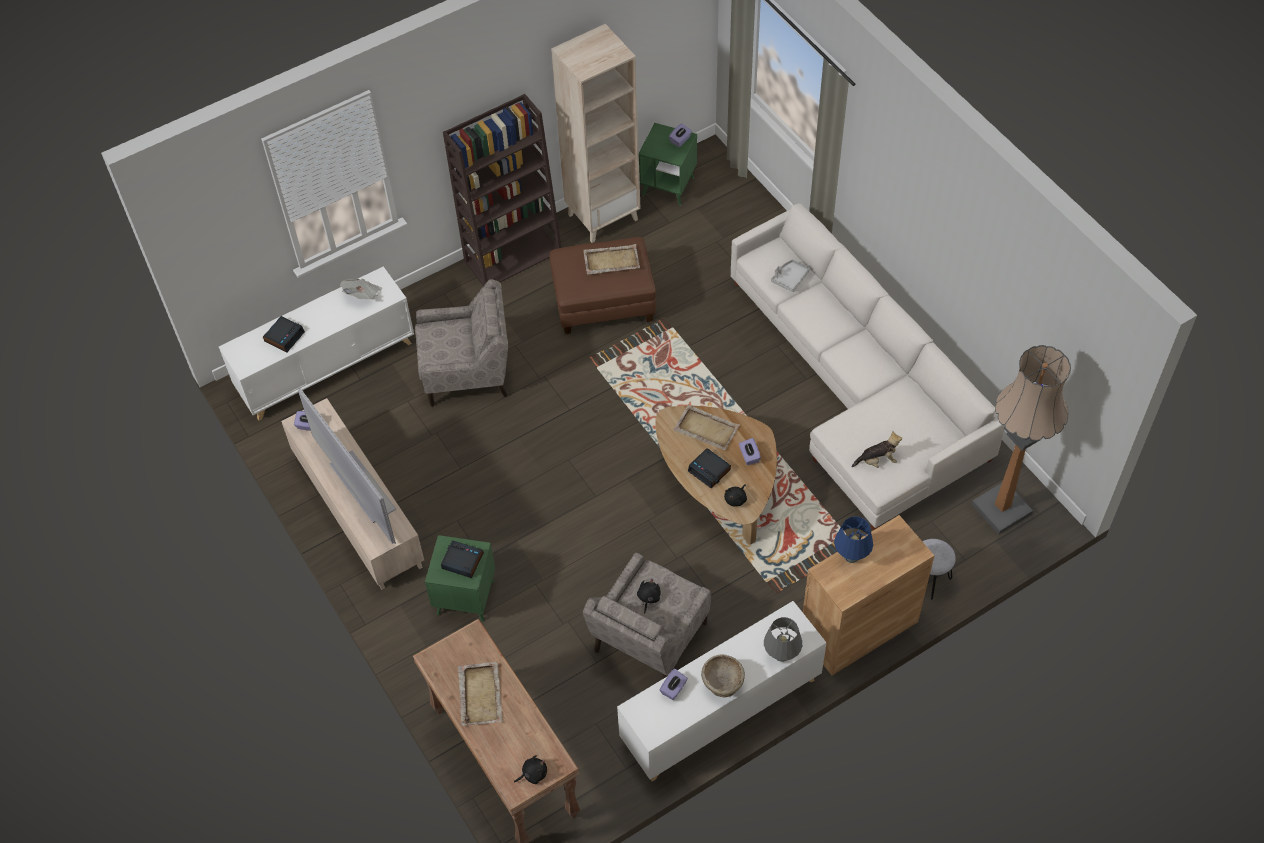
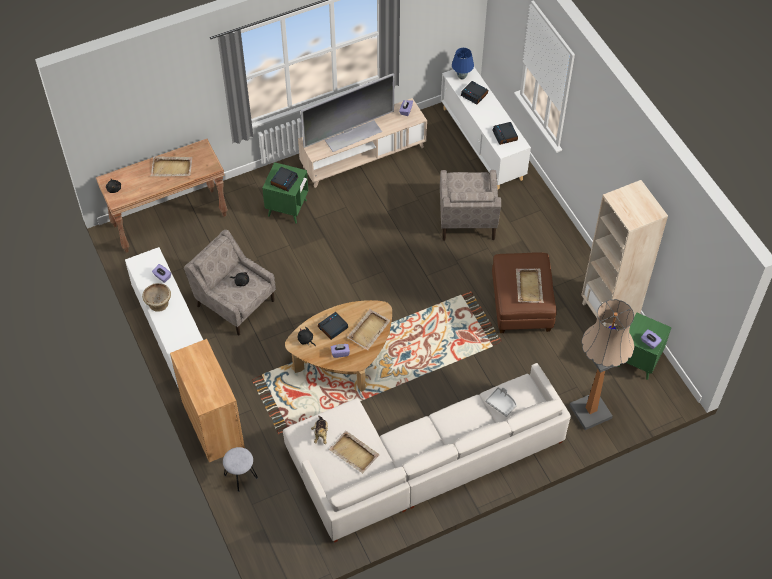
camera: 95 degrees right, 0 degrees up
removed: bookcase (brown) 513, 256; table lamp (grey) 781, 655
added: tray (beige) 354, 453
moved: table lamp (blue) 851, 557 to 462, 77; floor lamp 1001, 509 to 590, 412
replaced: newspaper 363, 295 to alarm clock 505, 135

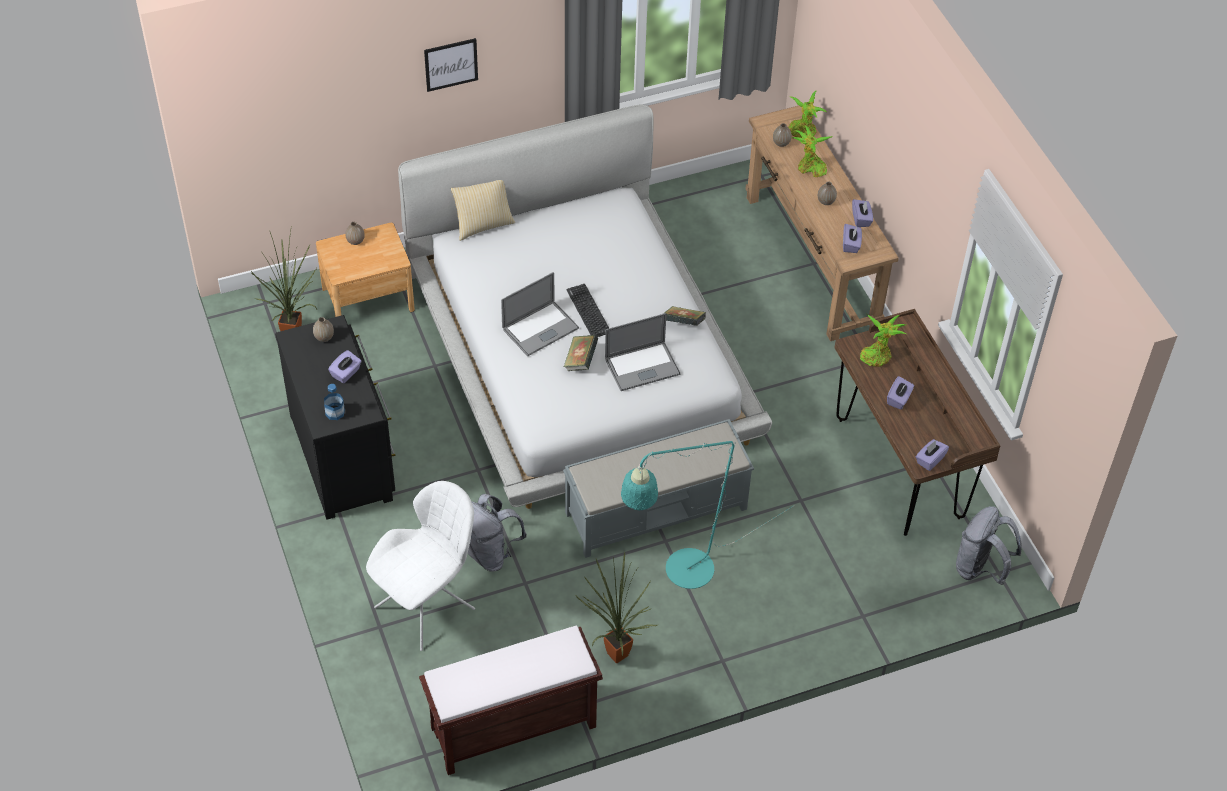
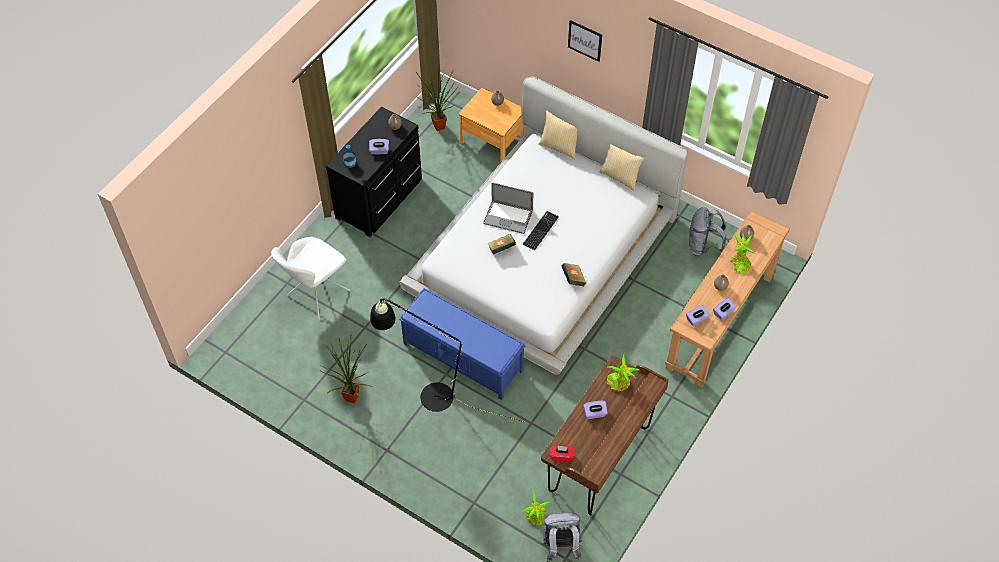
camera: 55 degrees right, 5 degrees up
removed: bench (brown) 512, 728; laptop 642, 366
added: pillow 621, 176
moved: backpack (grey) 490, 553 to 703, 246; potted plant 803, 132 to 536, 517
recoloured: bench (grey) 657, 510 to bench (blue) 463, 357; floor lamp (turquoise) 679, 575 to floor lamp (black) 428, 395; tissue box (purple) 930, 460 to tissue box (red) 561, 456
turned: chair (white) 428, 606 = 316, 295 120 degrees clockwise

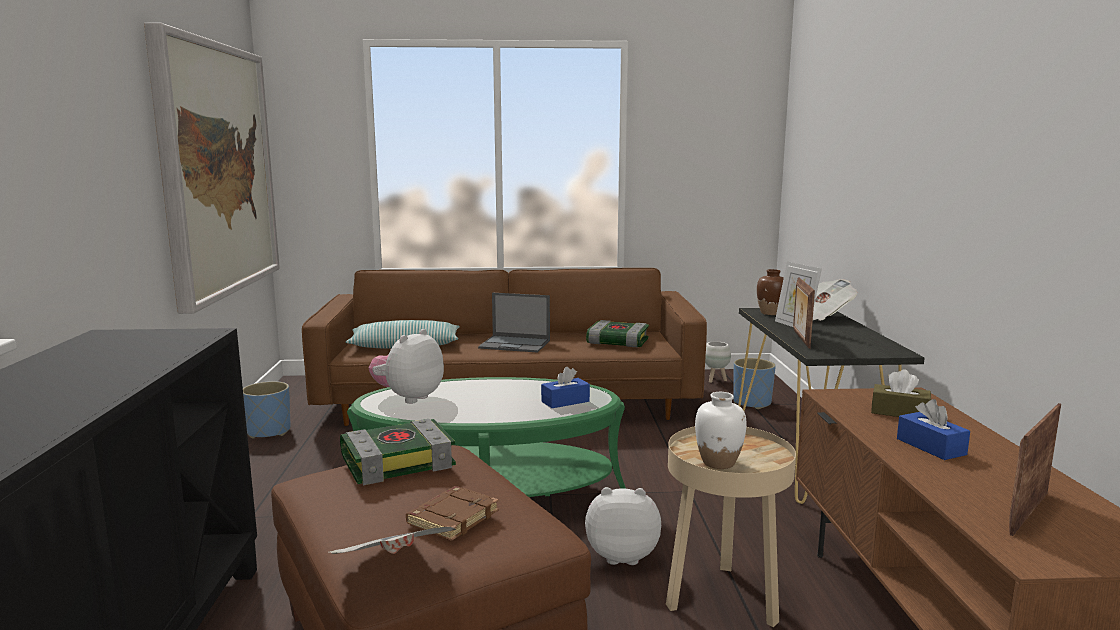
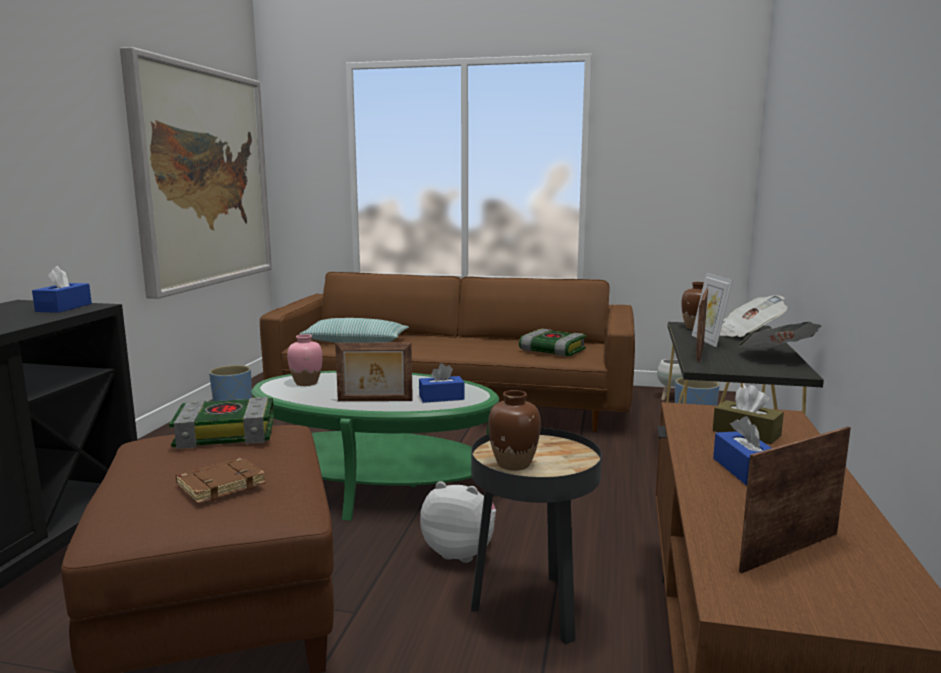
camera: 15 degrees right, 0 degrees up
removed: laptop 515, 344
added: tissue box (blue) 64, 307; picture frame 375, 401
moved: newspaper 394, 572 to 775, 356
replaced: plush toy 408, 398 to vase (pink) 306, 383
recoloured: side table (beige) 723, 598 to side table (black) 533, 607; vase (white) 718, 462 to vase (brown) 514, 464

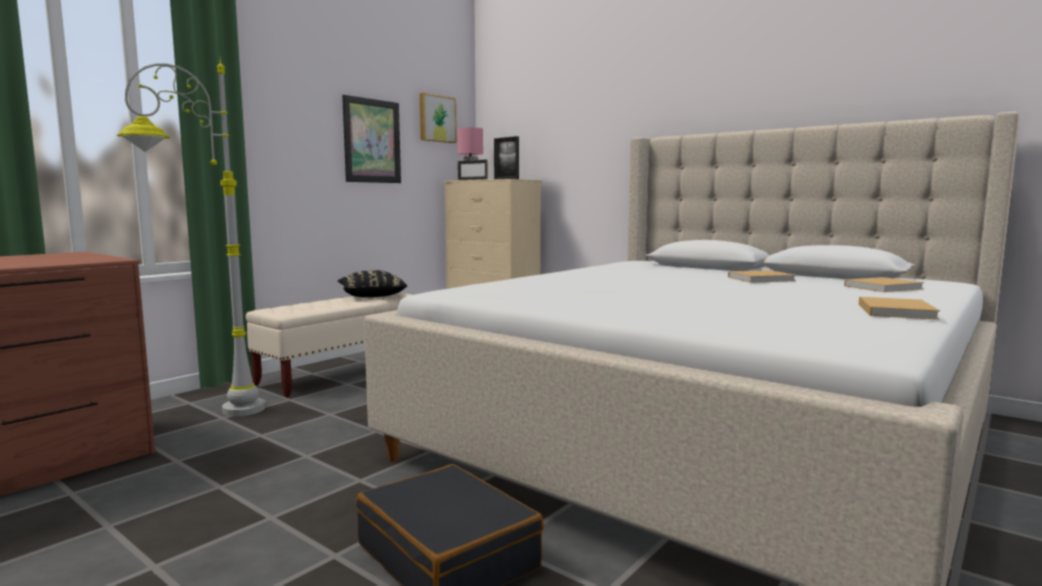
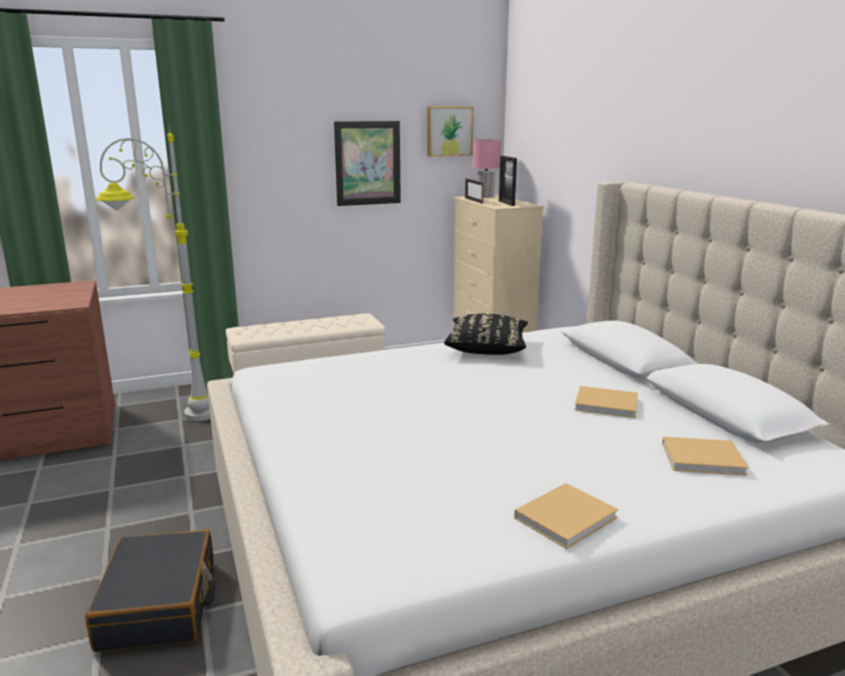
camera: 30 degrees right, 10 degrees up
moved: pillow (black) 372, 296 to 487, 348

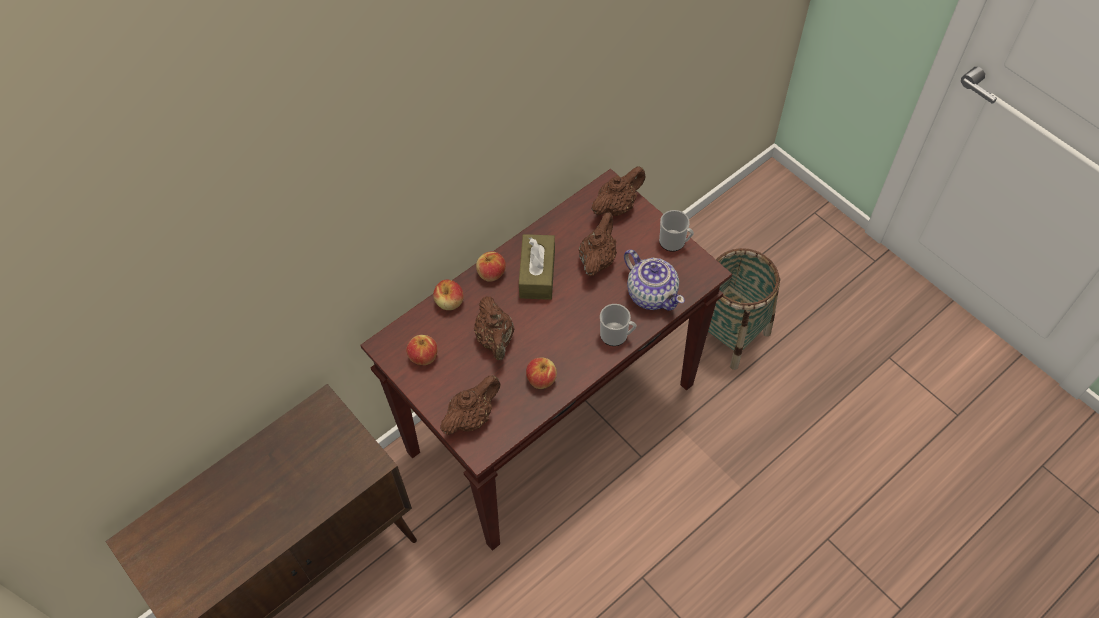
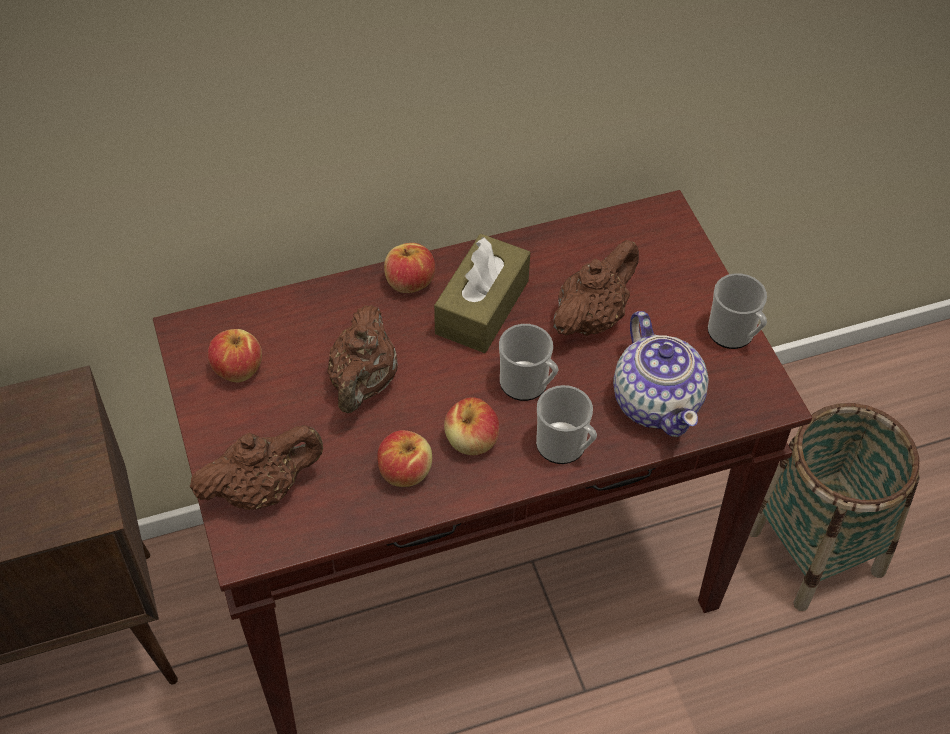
camera: 20 degrees right, 5 degrees down
removed: teapot (brown) 617, 206
added: mug 528, 385
moved: apple 449, 302 to 471, 440

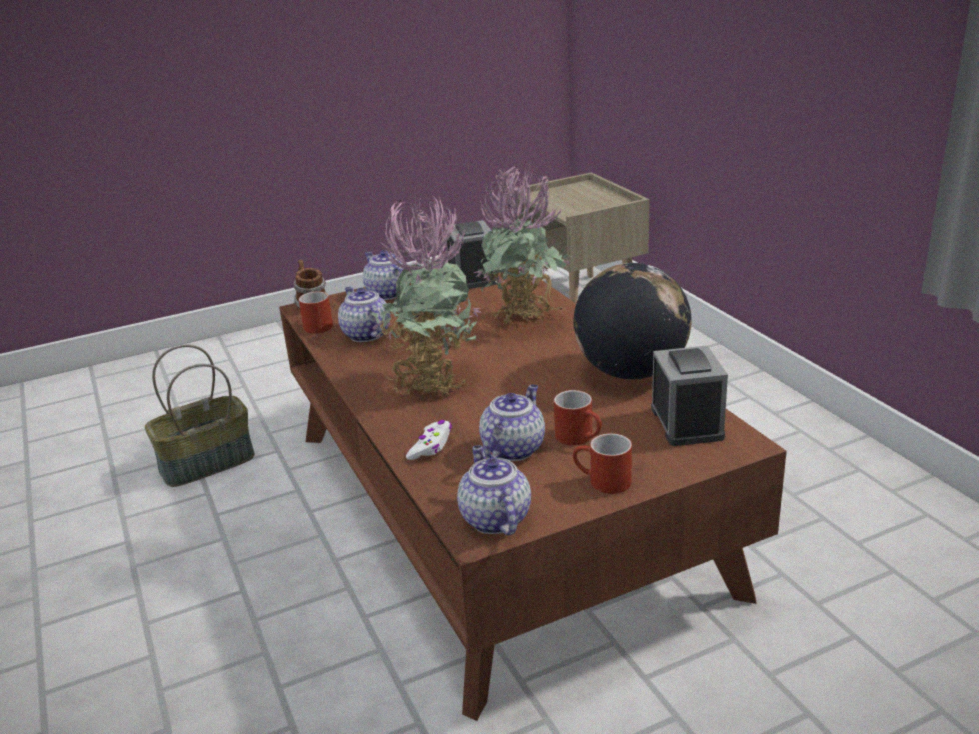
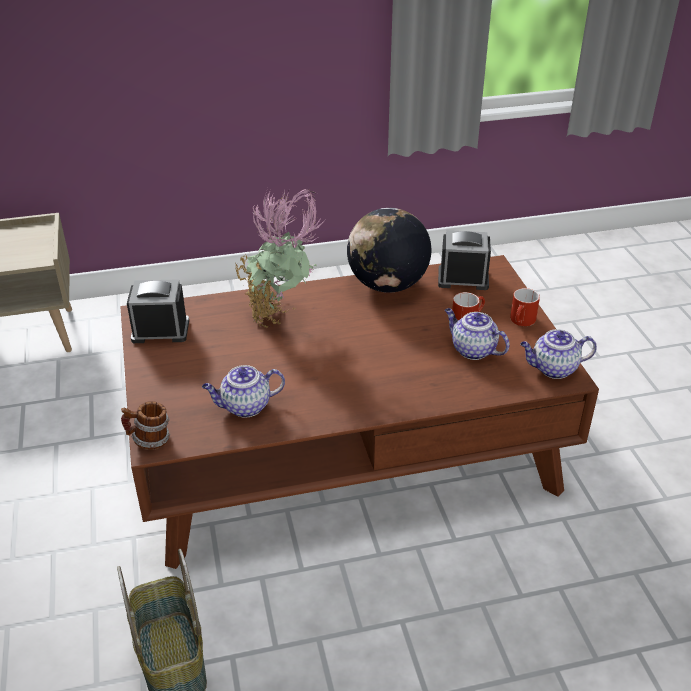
camera: 80 degrees left, 10 degrees up
removed: mug (red) 319, 324; teapot 387, 293; potted plant 432, 382; game controller (white) 431, 446

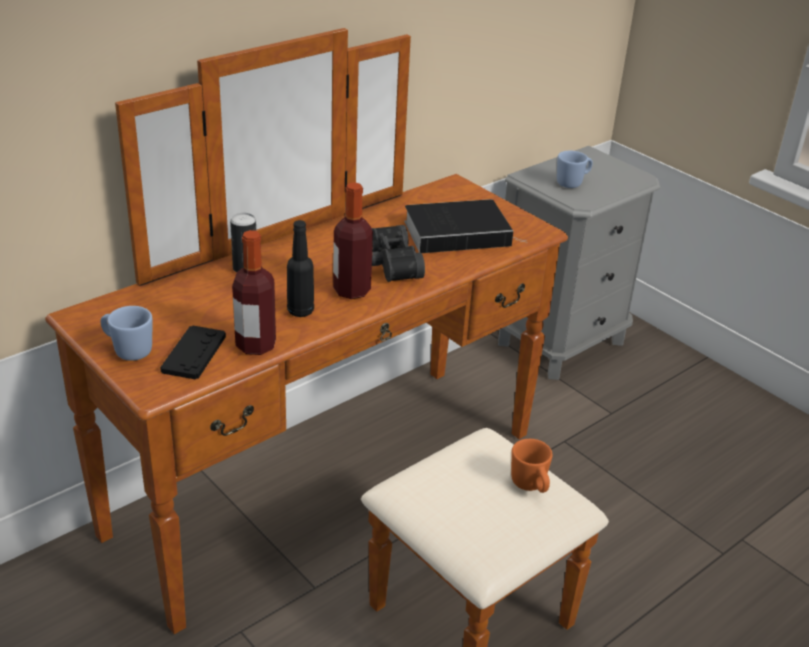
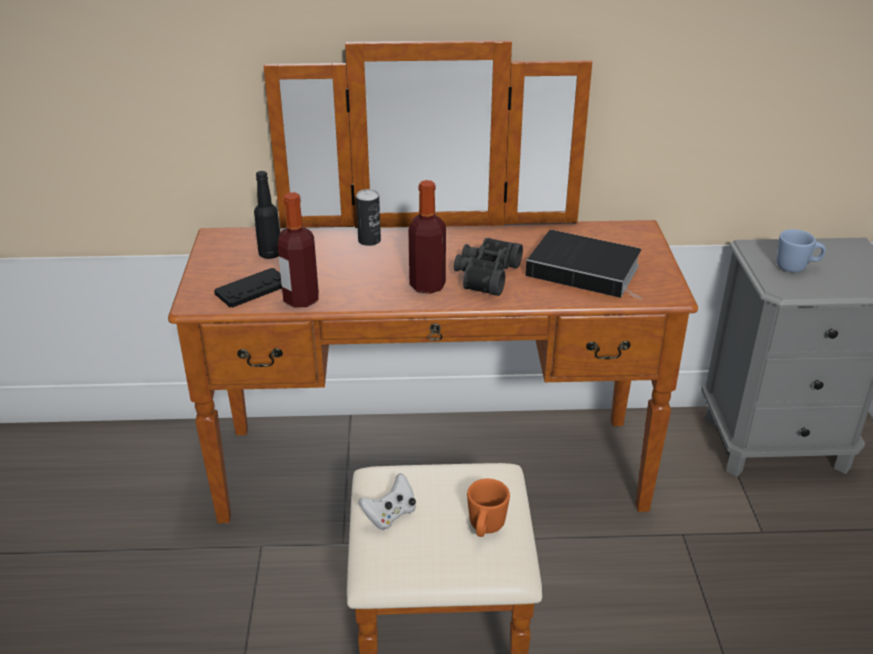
camera: 40 degrees right, 0 degrees up
removed: mug (blue) 127, 350
added: game controller (white) 390, 515
moved: bottle (black) 300, 311 to 270, 254

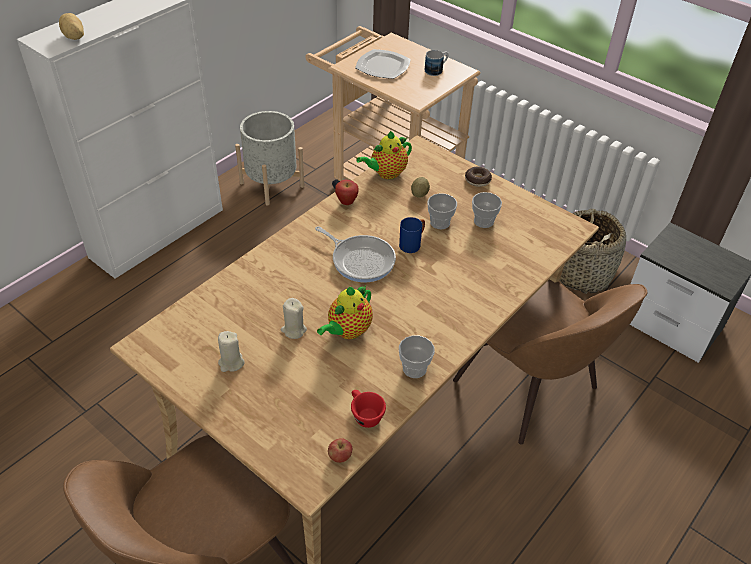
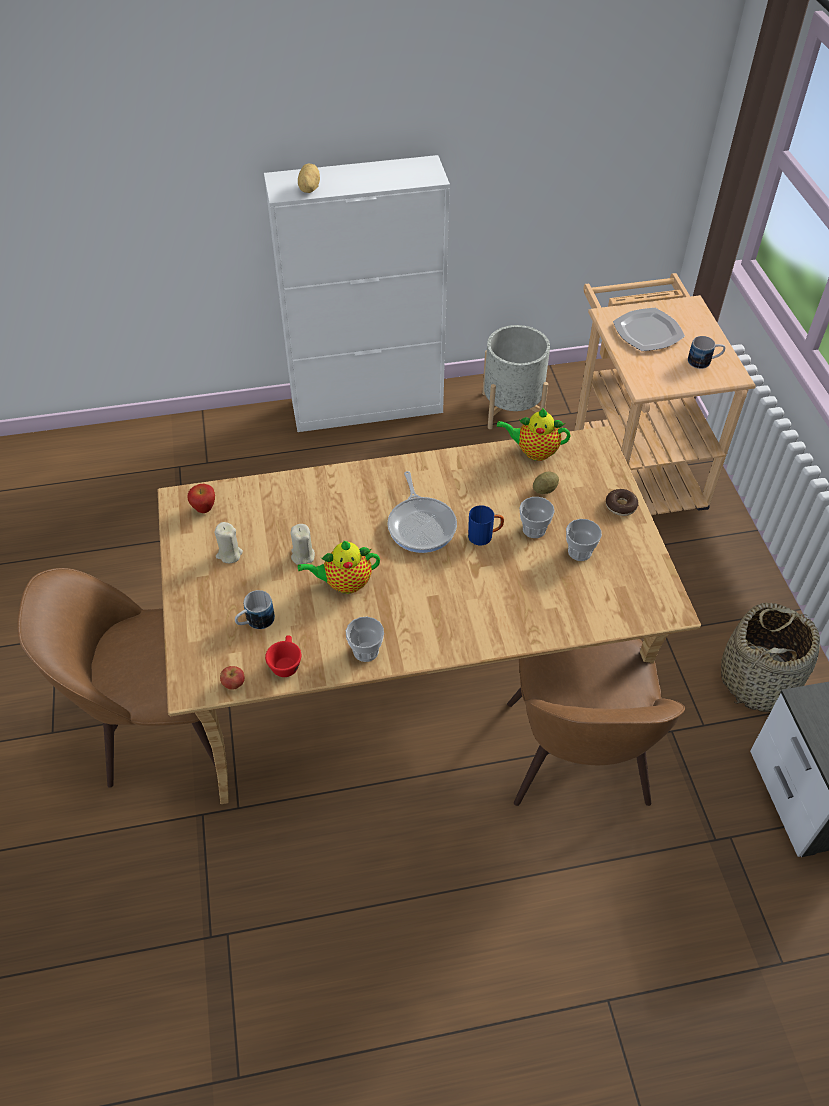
camera: 40 degrees right, 5 degrees up
added: mug 255, 622
moved: apple 346, 203 to 204, 509

